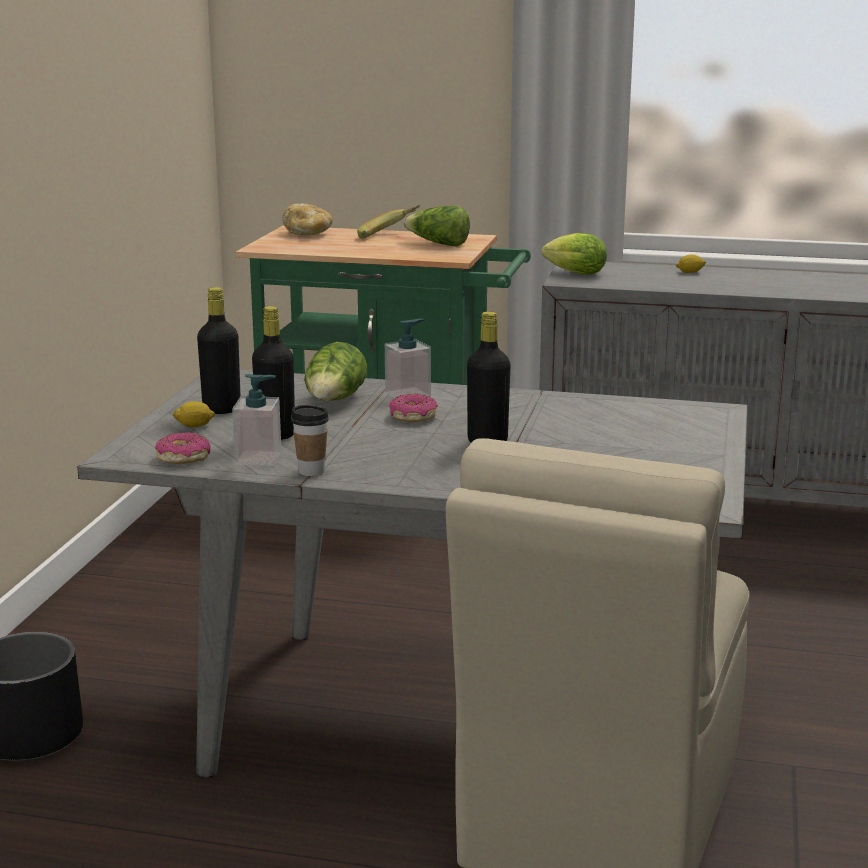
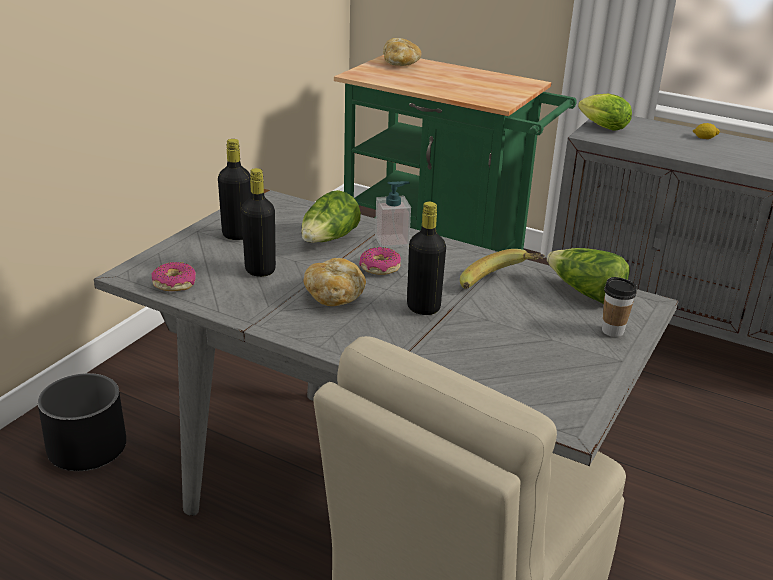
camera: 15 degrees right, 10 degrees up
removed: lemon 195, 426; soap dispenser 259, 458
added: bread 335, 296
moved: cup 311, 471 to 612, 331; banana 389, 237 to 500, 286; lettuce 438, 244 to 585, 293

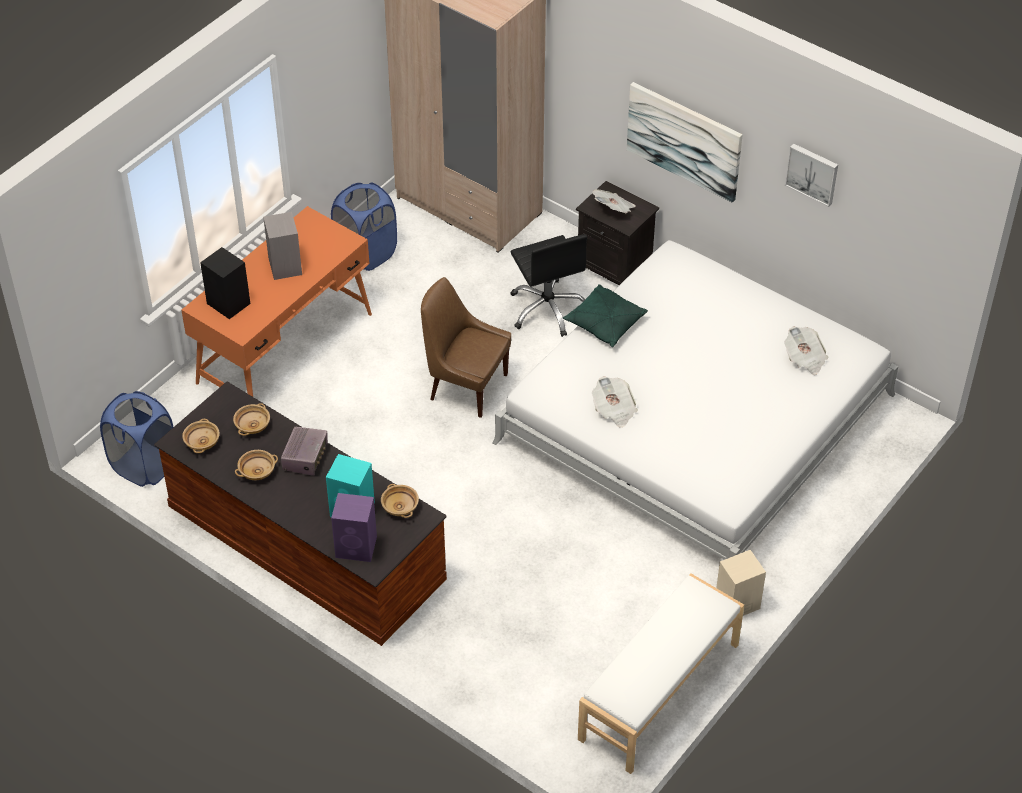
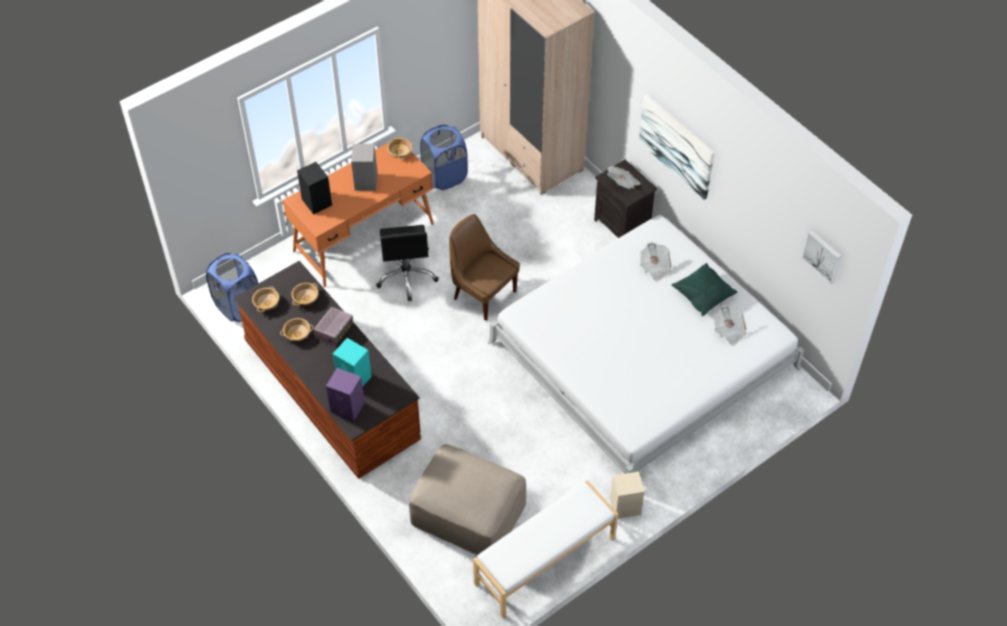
camera: 15 degrees right, 5 degrees up
added: ottoman (beige) 467, 512
moved: bowl (beige) 400, 507 to 400, 152; office chair (black) 548, 309 to 407, 276; pillow (green) 604, 323 to 703, 294; newspaper 614, 410 to 655, 267; picture 812, 173 to 823, 256

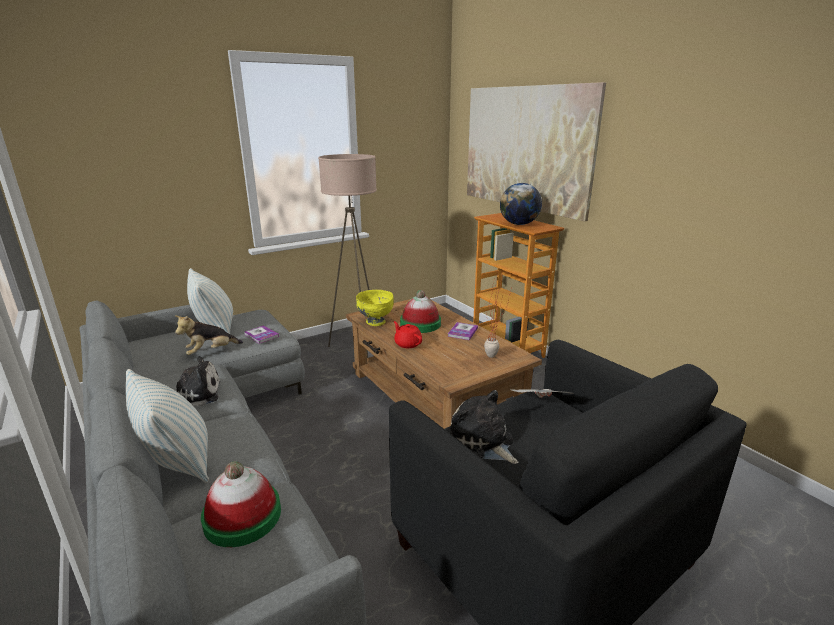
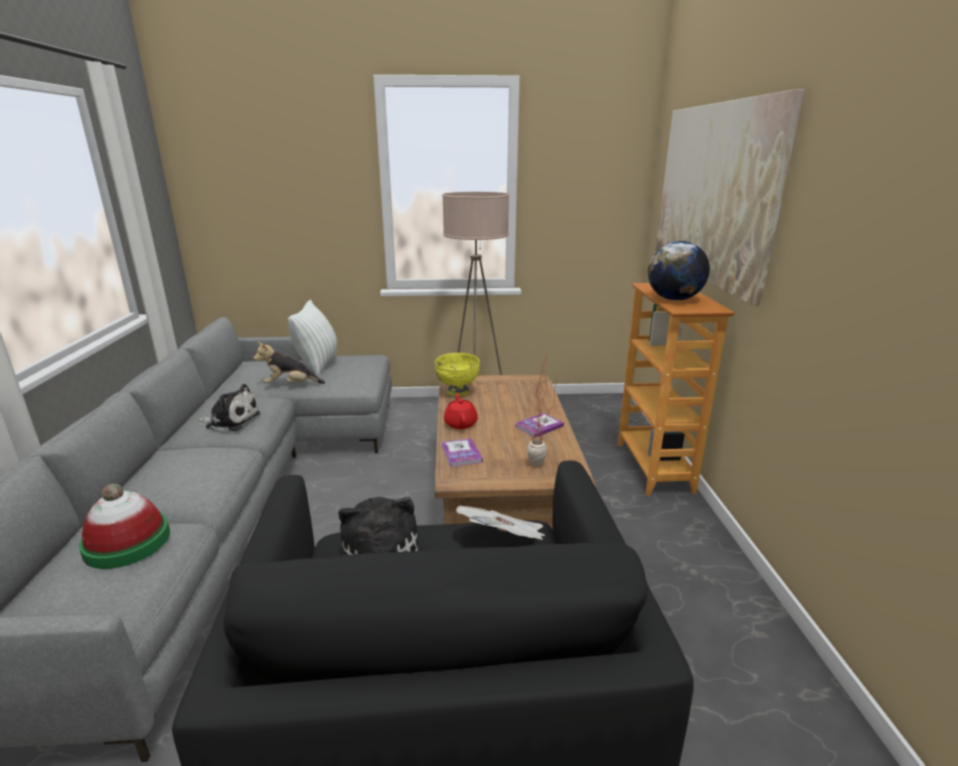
camera: 30 degrees right, 0 degrees up
removed: pillow 177, 461; hat 420, 324
moved: book 261, 335 to 461, 454

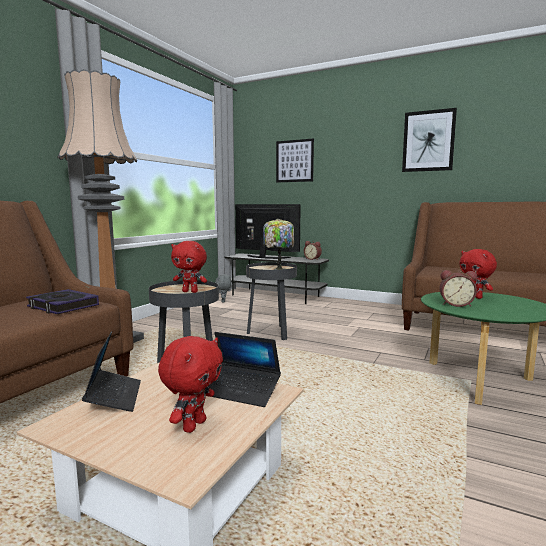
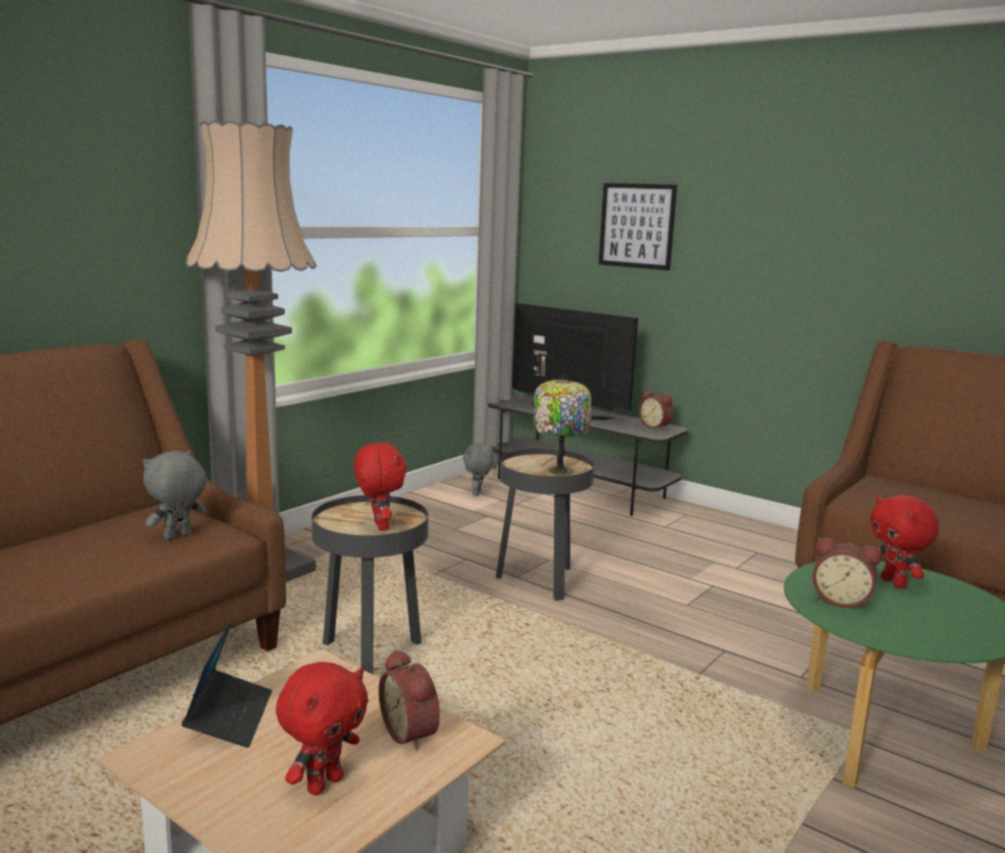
camera: 10 degrees right, 5 degrees up
removed: picture 428, 141
replaced: book 63, 306 to plush toy (grey) 178, 536; laptop 242, 391 to alarm clock 412, 733
turned: plush toy (red) 190, 292 = 379, 526 135 degrees counterclockwise

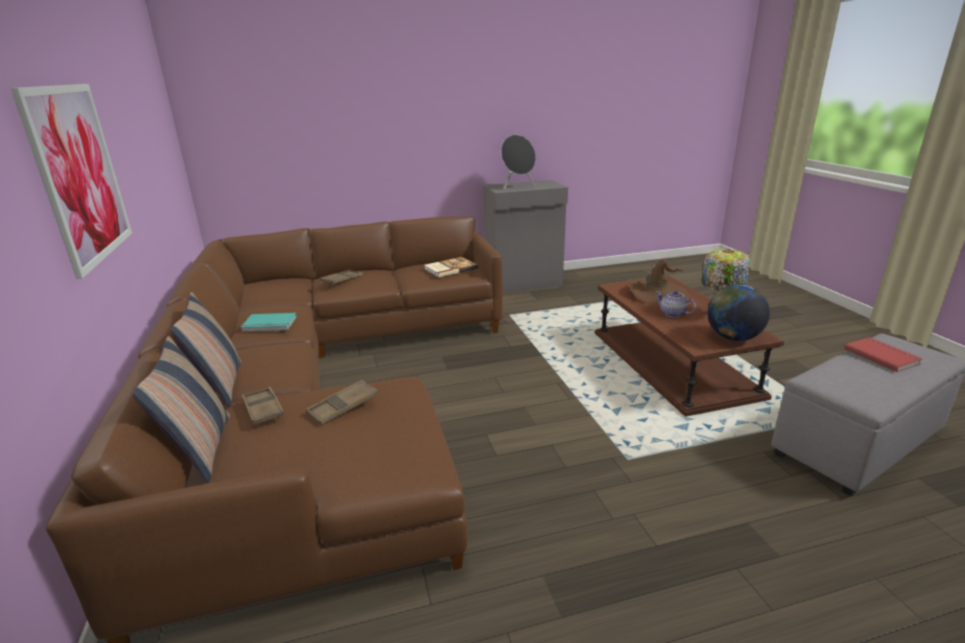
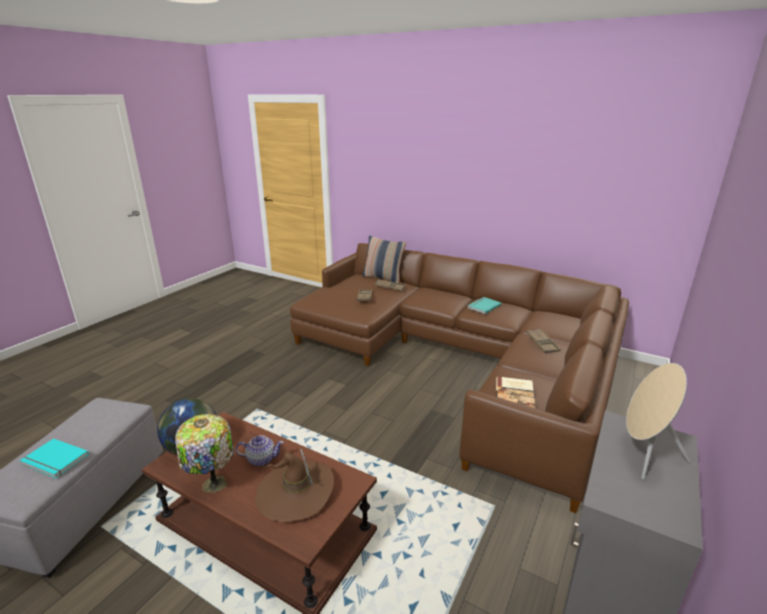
camera: 135 degrees right, 0 degrees up
removed: picture 80, 174; pillow 220, 385
recoloured: speaker (black) 517, 186 to speaker (beige) 643, 455; book (red) 882, 356 to book (turquoise) 54, 460

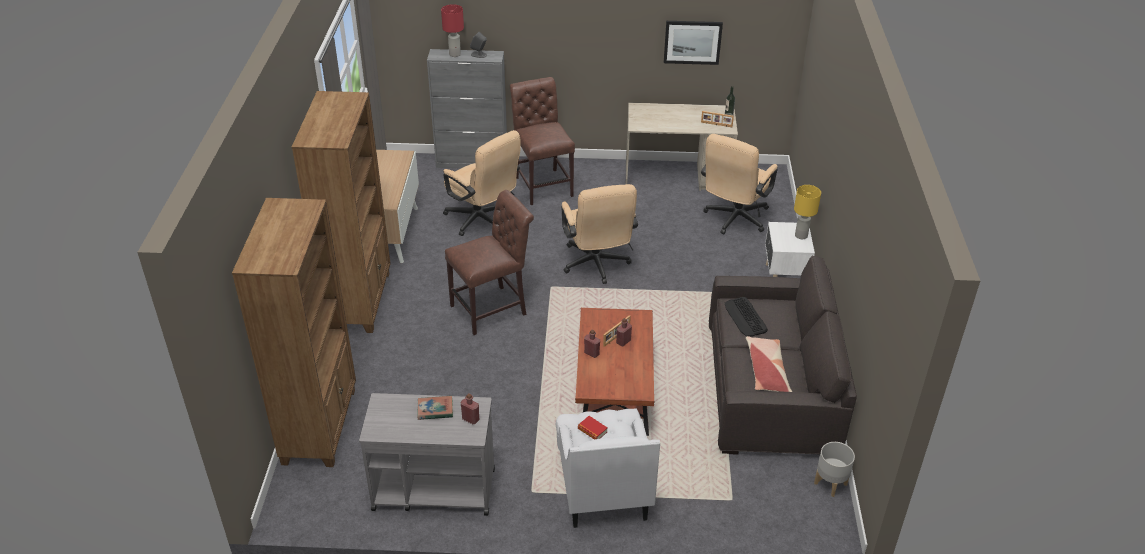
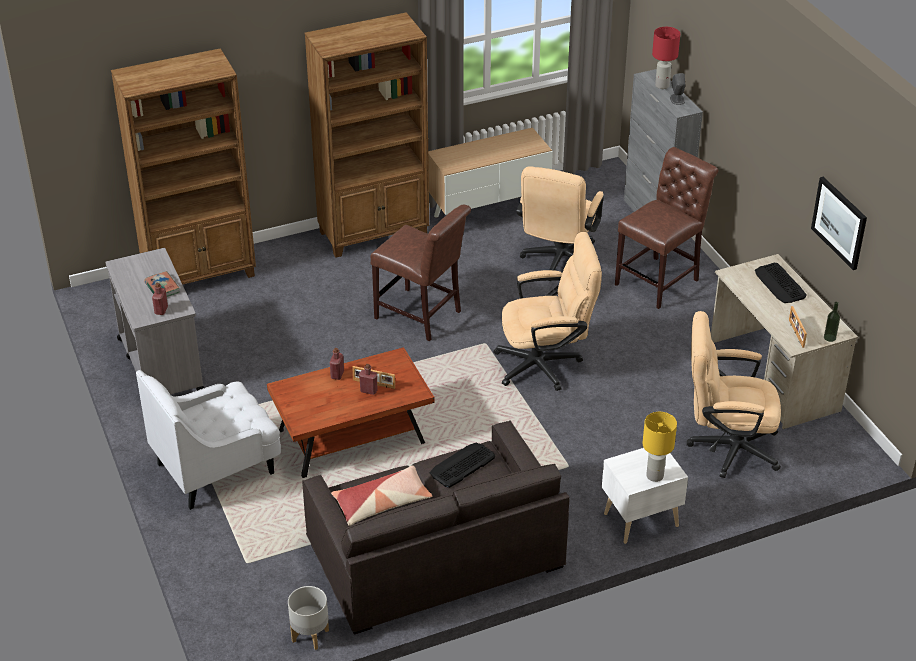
camera: 65 degrees right, 0 degrees up
removed: book 592, 430
added: keyboard 780, 284
turned: office chair (beige) 597, 266 = 546, 364 150 degrees counterclockwise

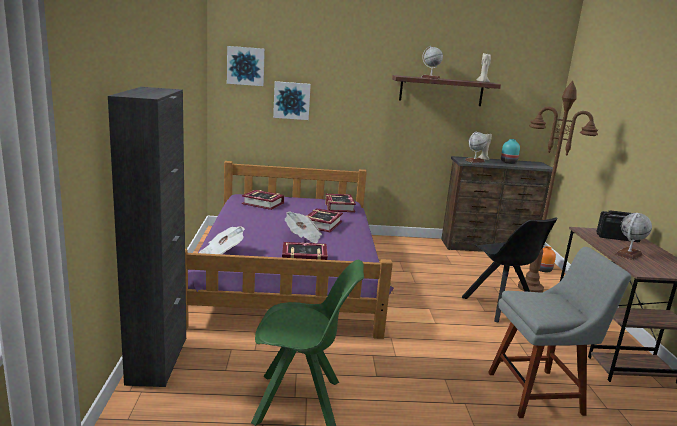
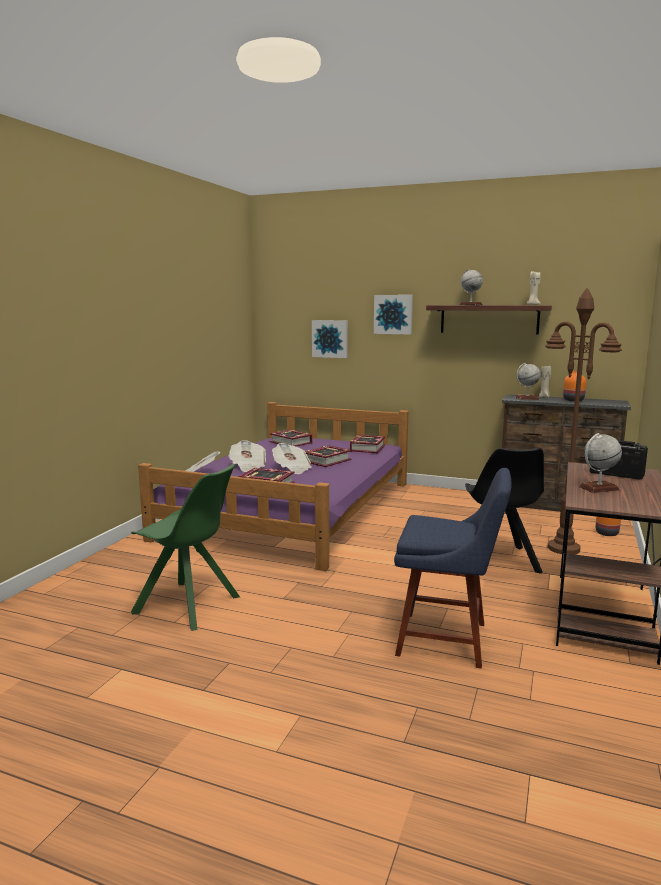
camera: 25 degrees right, 5 degrees down
removed: cabinet (black) 157, 360
added: newspaper 248, 466
moved: picture 245, 66 to 393, 314
recoloured: chair (grey) 539, 393 to chair (blue) 448, 640; vase (turquoise) 508, 162 to vase (orange) 572, 400

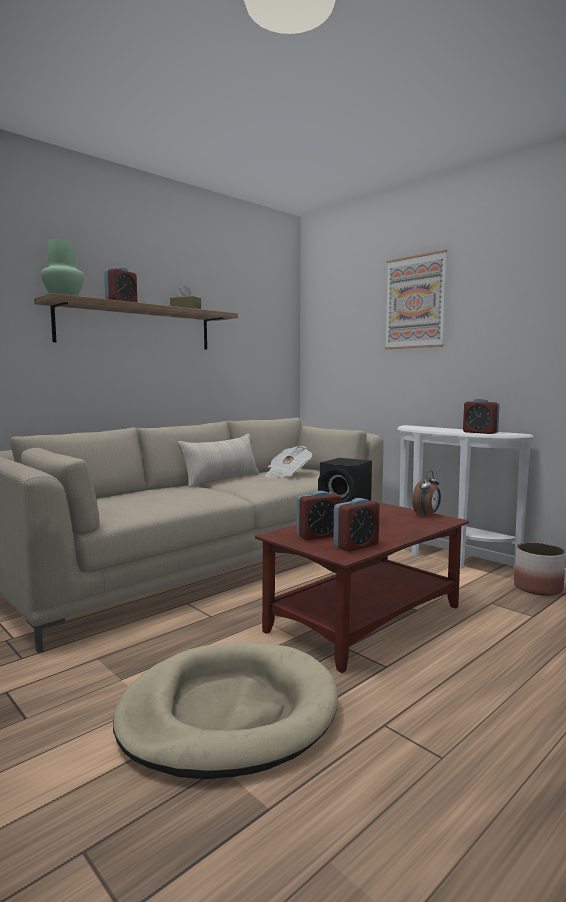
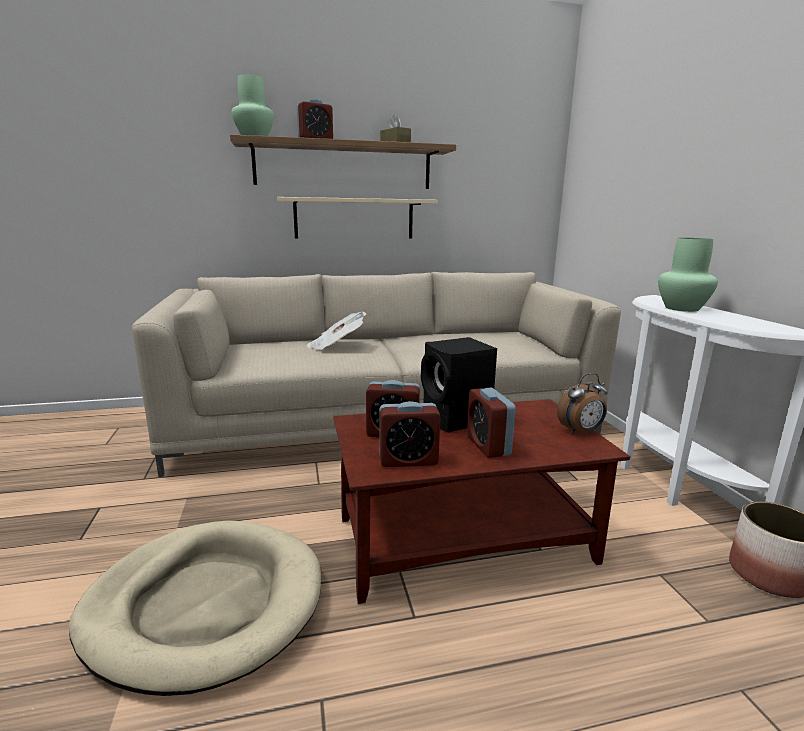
camera: 30 degrees right, 10 degrees up
removed: pillow (beige) 221, 479; picture 415, 302
added: shelf (beige) 354, 218; vase (green) 682, 308
moved: newspaper 287, 474 to 336, 346; alarm clock 480, 432 to 488, 445

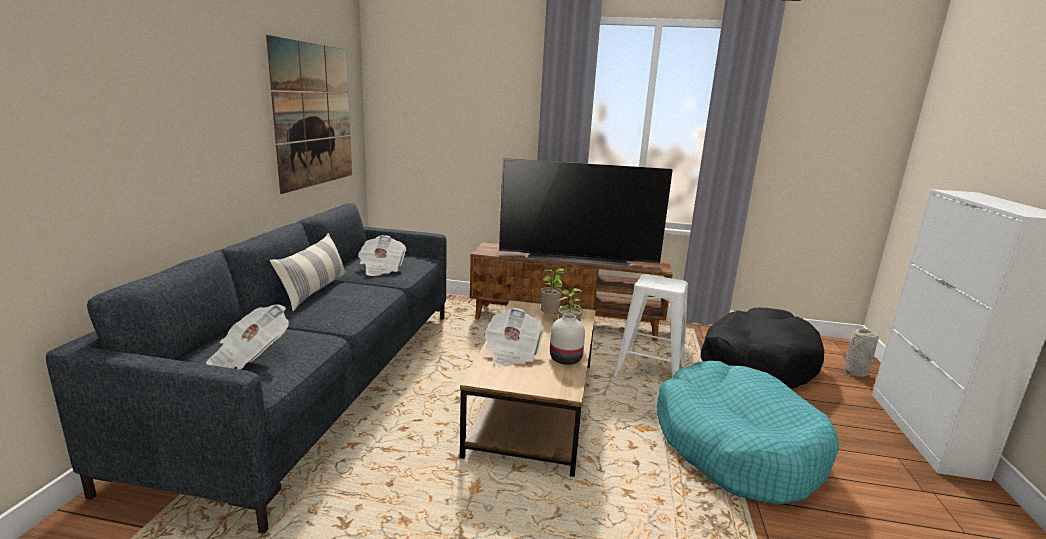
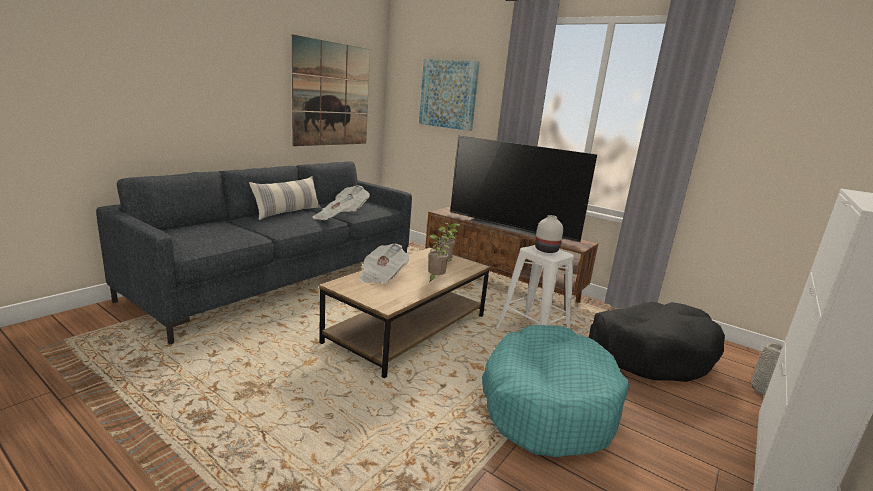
camera: 25 degrees right, 0 degrees up
added: picture 448, 94
moved: newspaper 250, 355 to 333, 218; vase (white) 566, 359 to 547, 250

